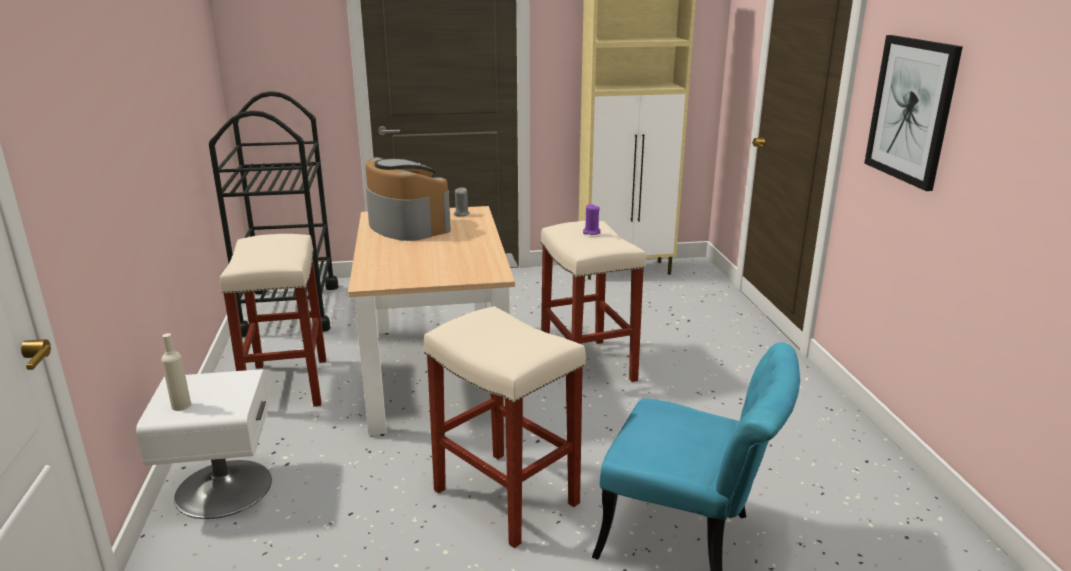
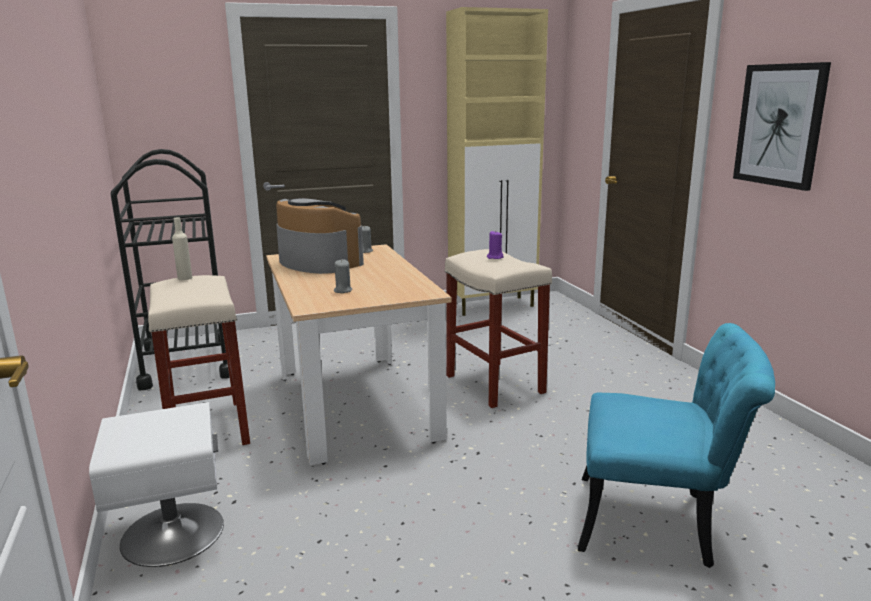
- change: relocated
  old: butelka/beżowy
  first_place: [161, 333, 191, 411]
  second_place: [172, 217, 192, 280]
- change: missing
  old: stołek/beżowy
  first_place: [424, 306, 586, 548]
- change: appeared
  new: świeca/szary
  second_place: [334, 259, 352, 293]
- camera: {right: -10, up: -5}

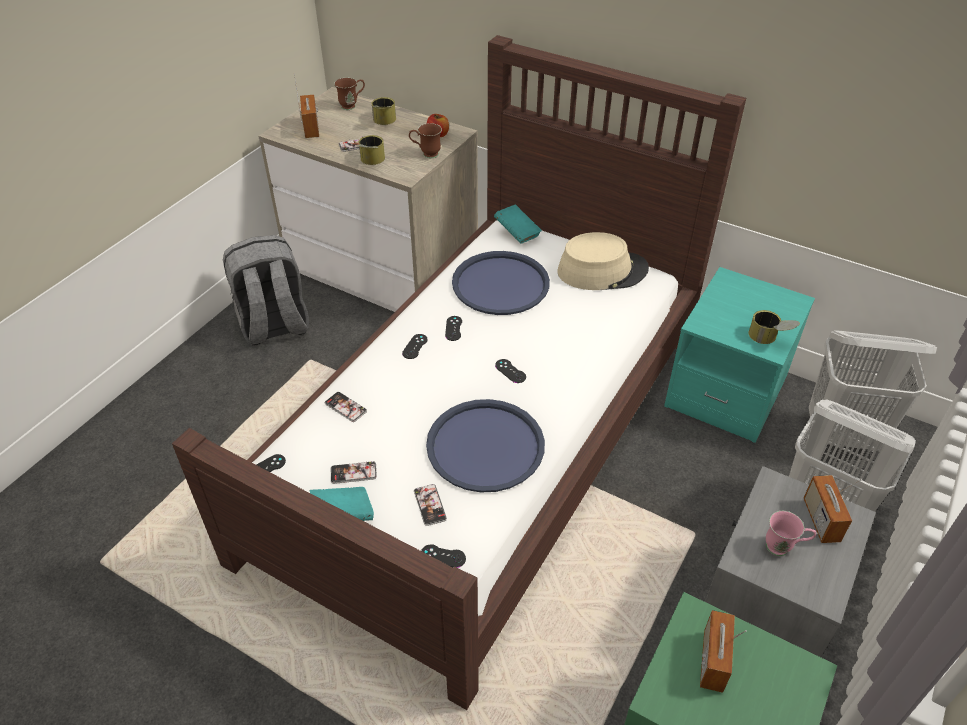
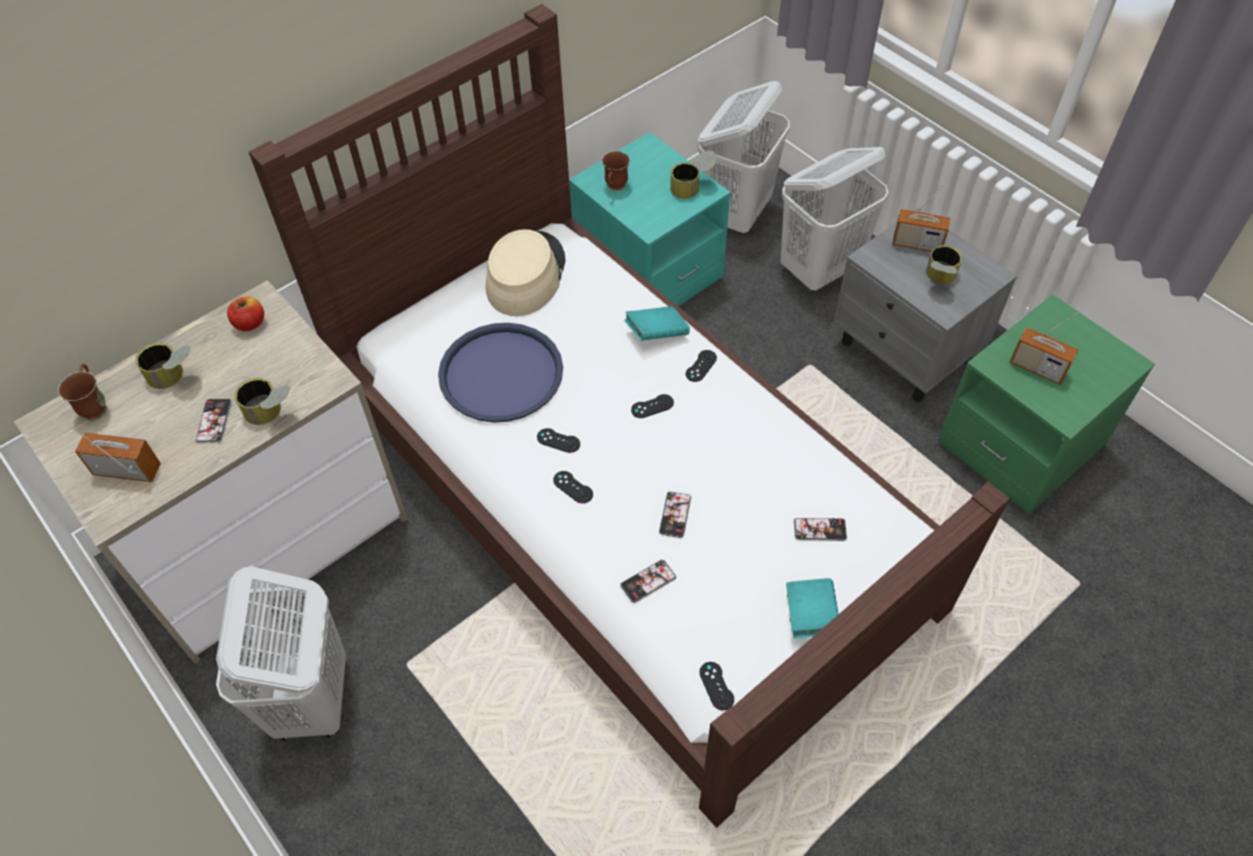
- change: exchanged
  old: plecak/szary
  new: kosz na pranie/biały
  first_place: [223, 235, 309, 345]
  second_place: [216, 567, 346, 741]
- change: relocated
  old: telefon
  first_place: [331, 461, 377, 484]
  second_place: [659, 492, 691, 538]
- change: relocated
  old: kubek/brązowy
  first_place: [409, 123, 442, 158]
  second_place: [602, 151, 630, 191]
- change: relocated
  old: pad do gier/czarny
  first_place: [421, 544, 466, 568]
  second_place: [686, 350, 717, 382]
- change: missing
  old: taca/niebieski
  first_place: [426, 399, 545, 492]
- change: relocated
  old: książka/turkusowy
  first_place: [494, 205, 542, 244]
  second_place: [624, 306, 690, 341]
- change: exchanged
  old: kubek/różowy
  new: puszka
  first_place: [766, 511, 816, 556]
  second_place: [926, 245, 962, 284]
- camera: {right: -70, up: 10}

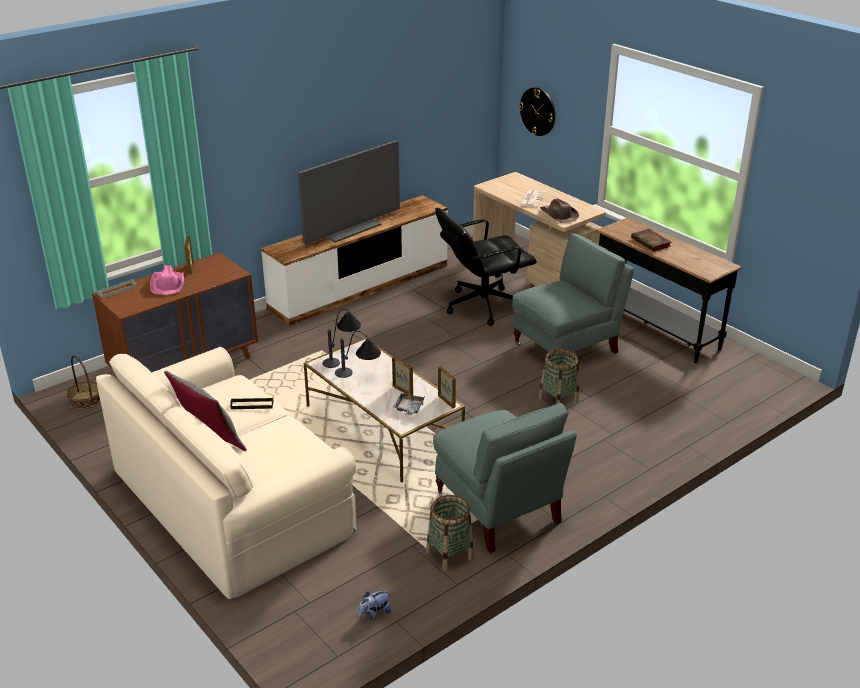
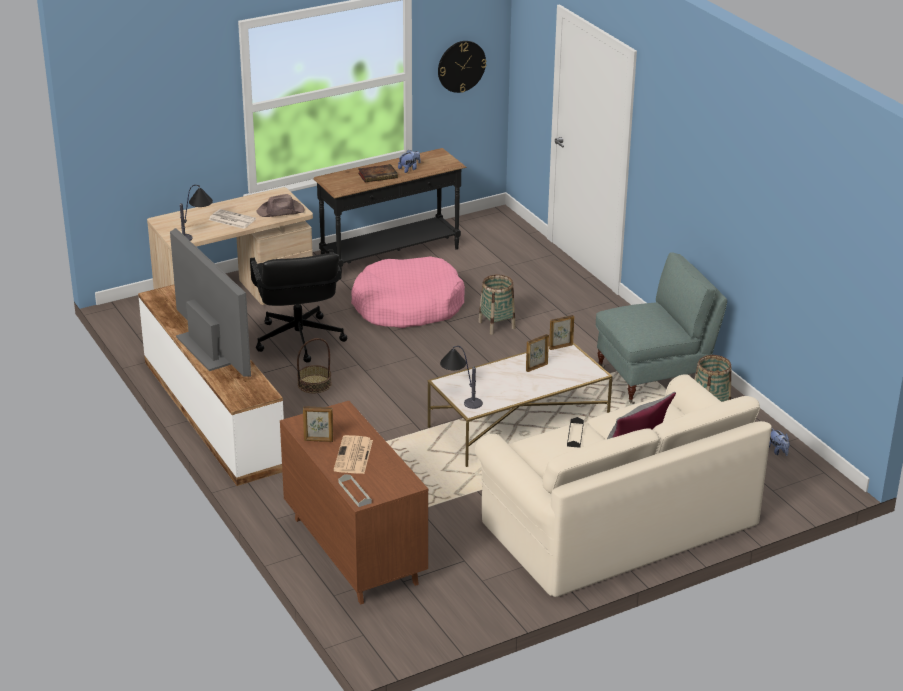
- change: relocated
  old: koszyk
  first_place: [67, 355, 100, 409]
  second_place: [297, 338, 332, 393]
- change: exchanged
  old: kapelusz/różowy
  new: gazeta
  first_place: [150, 265, 184, 295]
  second_place: [333, 435, 373, 474]
- change: relocated
  old: lampa stołowa
  first_place: [335, 331, 381, 378]
  second_place: [180, 185, 213, 241]
- change: missing
  old: taca/szary
  first_place: [393, 393, 425, 416]
- change: exchanged
  old: fotel/szary
  new: legowisko/różowy
  first_place: [512, 233, 634, 354]
  second_place: [351, 256, 465, 328]
- change: relocated
  old: zegar ścienny
  first_place: [519, 87, 555, 136]
  second_place: [438, 41, 486, 93]
- change: appeared
  new: pluszak
  second_place: [398, 150, 420, 173]
- camera: {right: -80, up: 0}

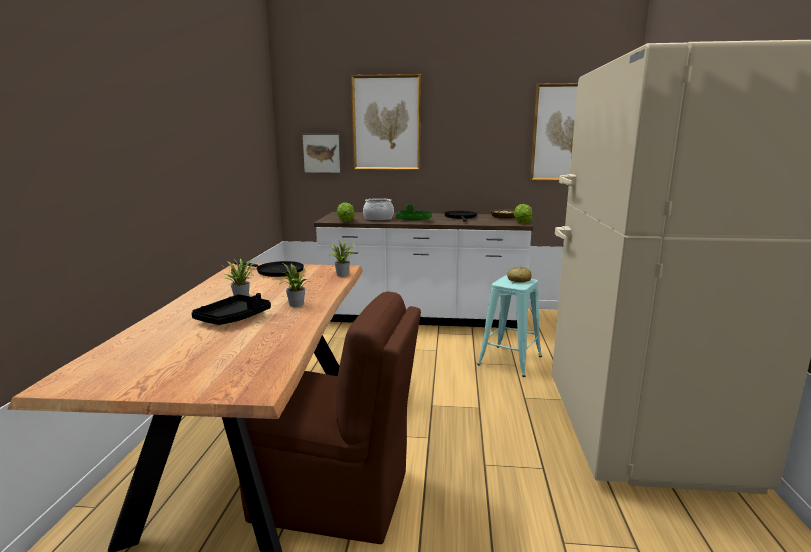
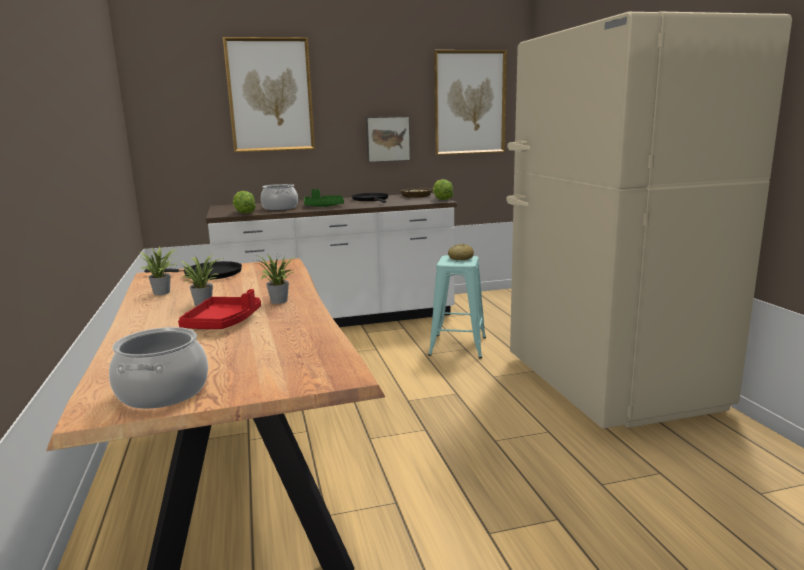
- change: colour
  old: taca/czarny
  new: taca/czerwony
  first_place: [191, 293, 271, 325]
  second_place: [178, 289, 261, 329]
- change: missing
  old: krzesło/brązowy
  first_place: [239, 291, 421, 544]
- change: relocated
  old: obraz
  first_place: [302, 134, 342, 173]
  second_place: [366, 116, 411, 162]
- change: relocated
  old: roślina doniczkowa
  first_place: [330, 240, 355, 277]
  second_place: [140, 246, 177, 295]
- change: appeared
  new: garnek
  second_place: [109, 327, 208, 409]
- camera: {right: -20, up: 0}

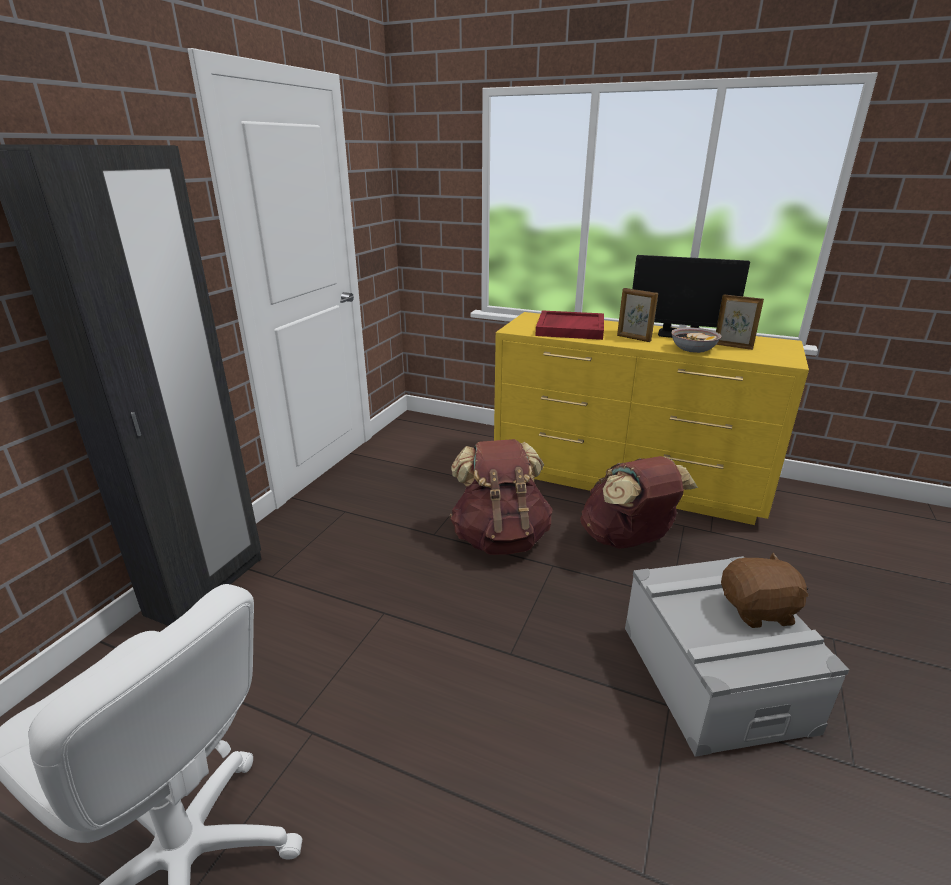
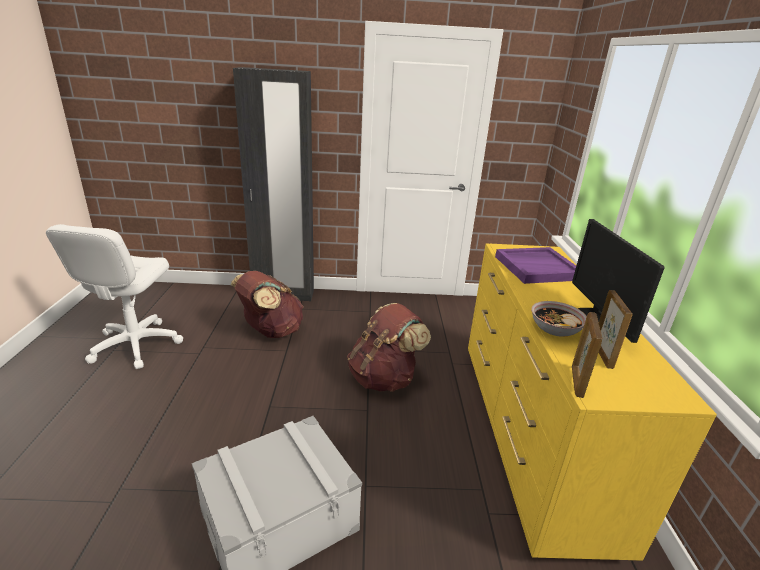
- change: colour
  old: taca/czerwony
  new: taca/fioletowy
  first_place: [535, 310, 604, 340]
  second_place: [495, 247, 576, 284]
- change: relocated
  old: plecak/brązowy
  first_place: [580, 456, 698, 549]
  second_place: [231, 271, 304, 338]
- change: relocated
  old: ramka na zdjęcie
  first_place: [617, 288, 658, 342]
  second_place: [572, 312, 603, 398]
- change: missing
  old: pluszak/brązowy
  first_place: [721, 553, 809, 628]
- camera: {right: 65, up: 0}

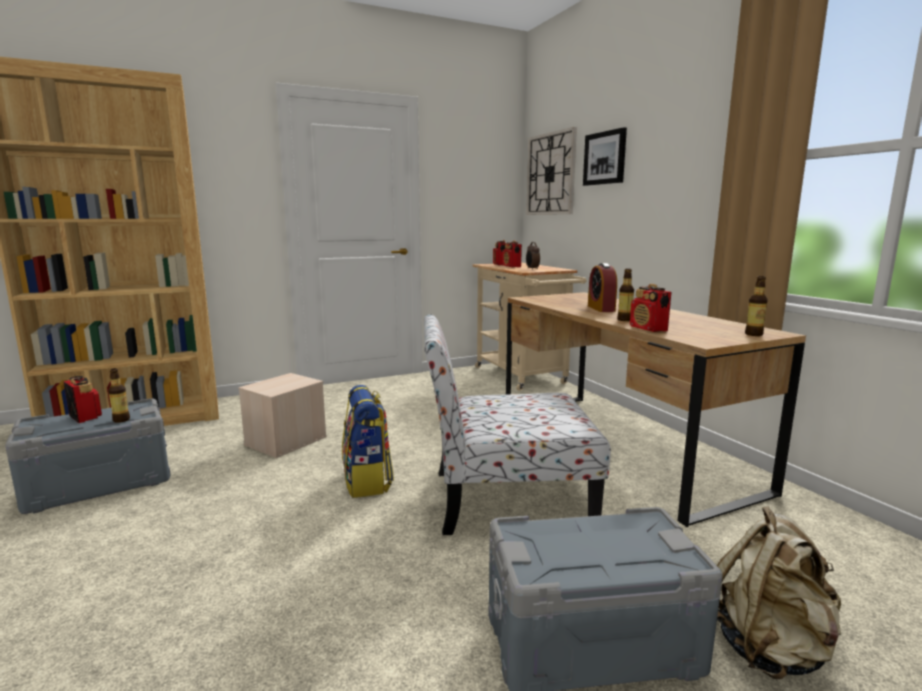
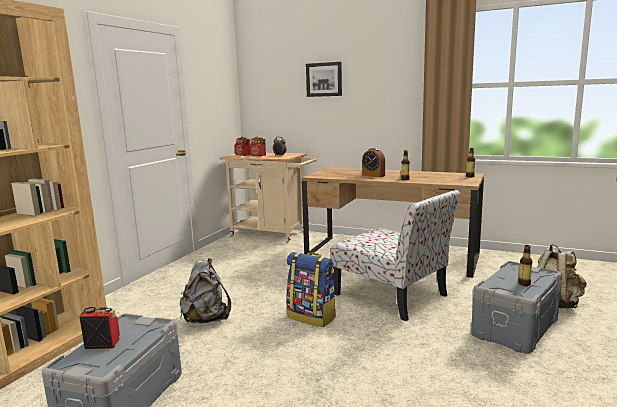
- change: relocated
  old: butelka
  first_place: [108, 368, 130, 423]
  second_place: [518, 245, 533, 286]
- change: exchanged
  old: pojemnik do przechowywania/beżowy
  new: plecak/szary
  first_place: [238, 373, 327, 458]
  second_place: [180, 258, 231, 323]
- change: spun
  old: krzesło
  first_place: [424, 314, 611, 535]
  second_place: [330, 190, 460, 321]
  degrees: -90
- change: missing
  old: zegar ścienny
  first_place: [526, 127, 577, 215]
- change: missing
  old: radio
  first_place: [630, 284, 671, 332]
- camera: {right: -40, up: 0}

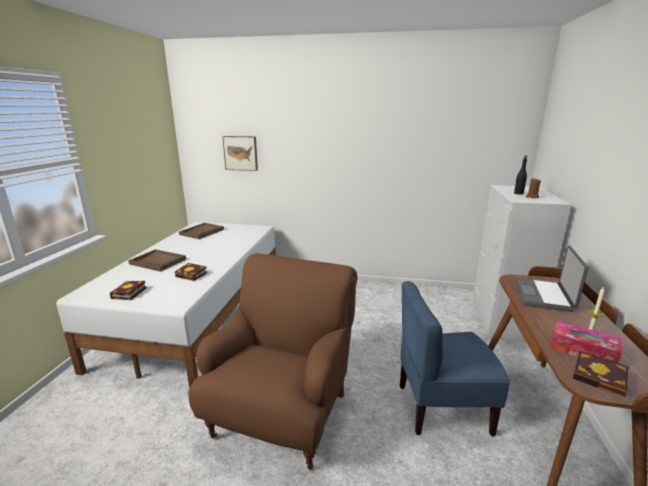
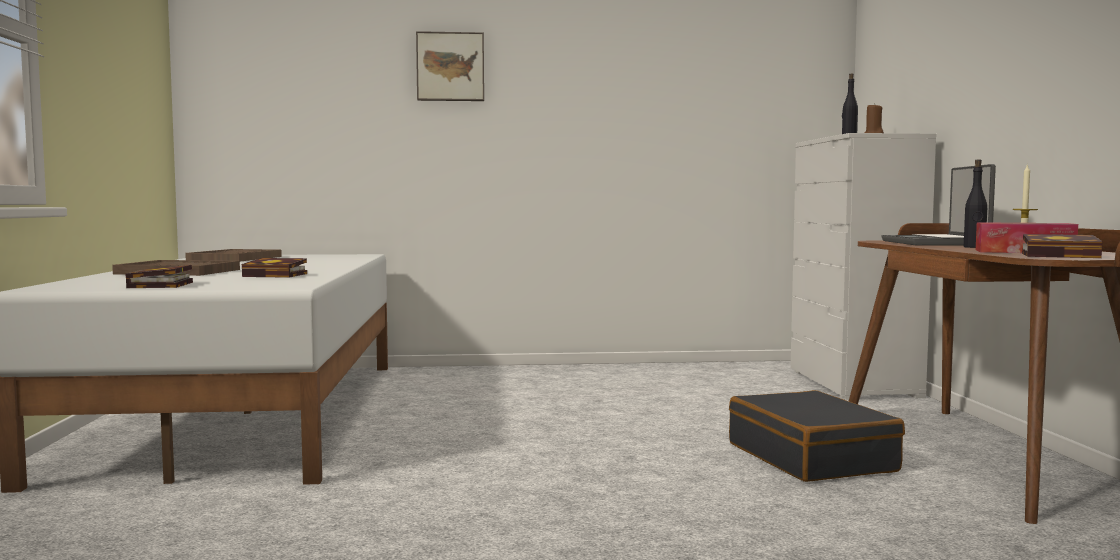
- change: missing
  old: fotel/brązowy
  first_place: [188, 253, 357, 470]
- change: relocated
  old: obraz
  first_place: [222, 136, 258, 171]
  second_place: [416, 31, 484, 101]
- change: exchanged
  old: krzesło/niebieski
  new: walizka/czarny
  first_place: [400, 281, 510, 436]
  second_place: [729, 390, 905, 482]
- change: appeared
  new: butelka/czarny
  second_place: [964, 159, 987, 248]
- camera: {right: -15, up: -15}

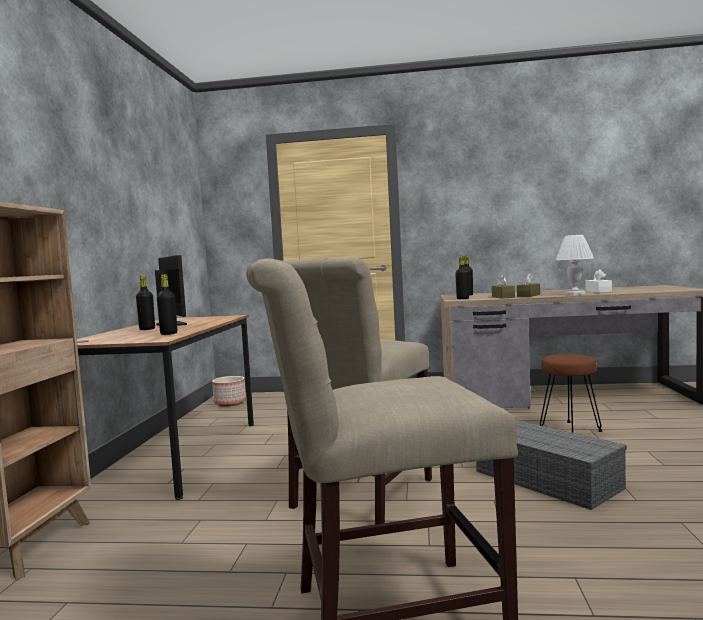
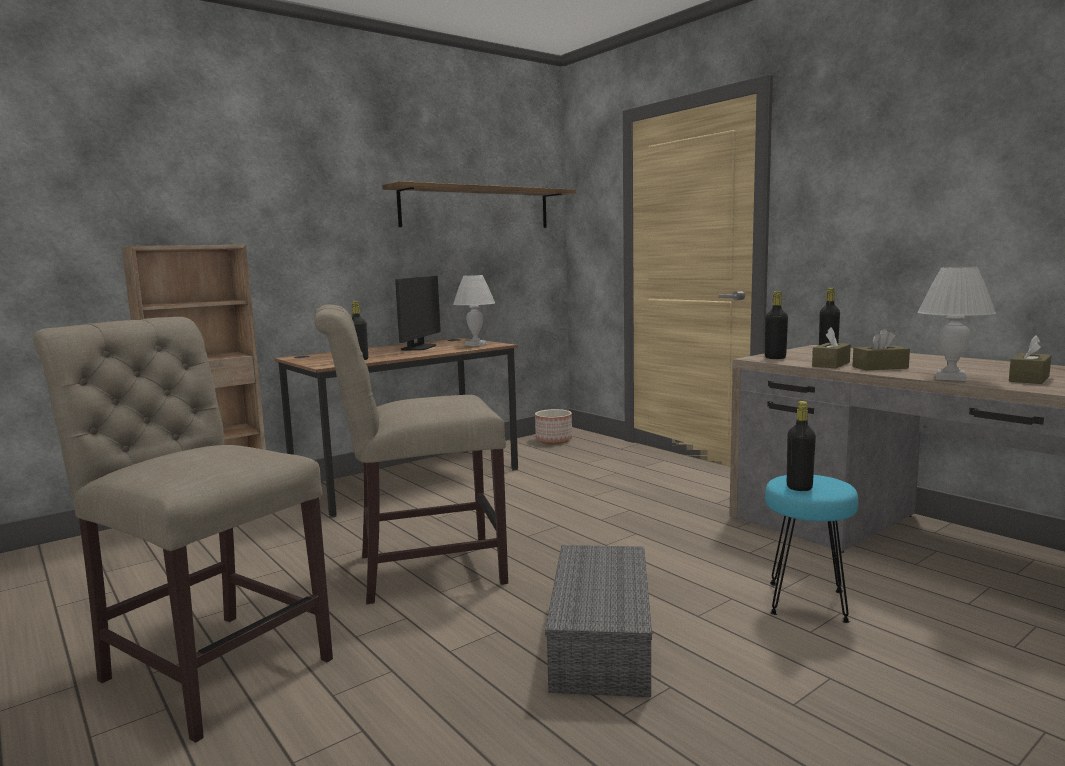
- change: relocated
  old: butelka/czarny
  first_place: [136, 275, 155, 330]
  second_place: [787, 401, 816, 491]
- change: colour
  old: stołek/brązowy
  new: stołek/turkusowy
  first_place: [540, 354, 602, 433]
  second_place: [765, 475, 858, 623]
- change: colour
  old: pudełko chusteczek/biały
  new: pudełko chusteczek/brązowy
  first_place: [585, 269, 612, 293]
  second_place: [1009, 335, 1052, 384]
- change: appeared
  new: półka
  second_place: [382, 181, 576, 228]
- change: appeared
  new: lampa stołowa/biały
  second_place: [453, 275, 495, 346]
- camera: {right: 45, up: 5}

